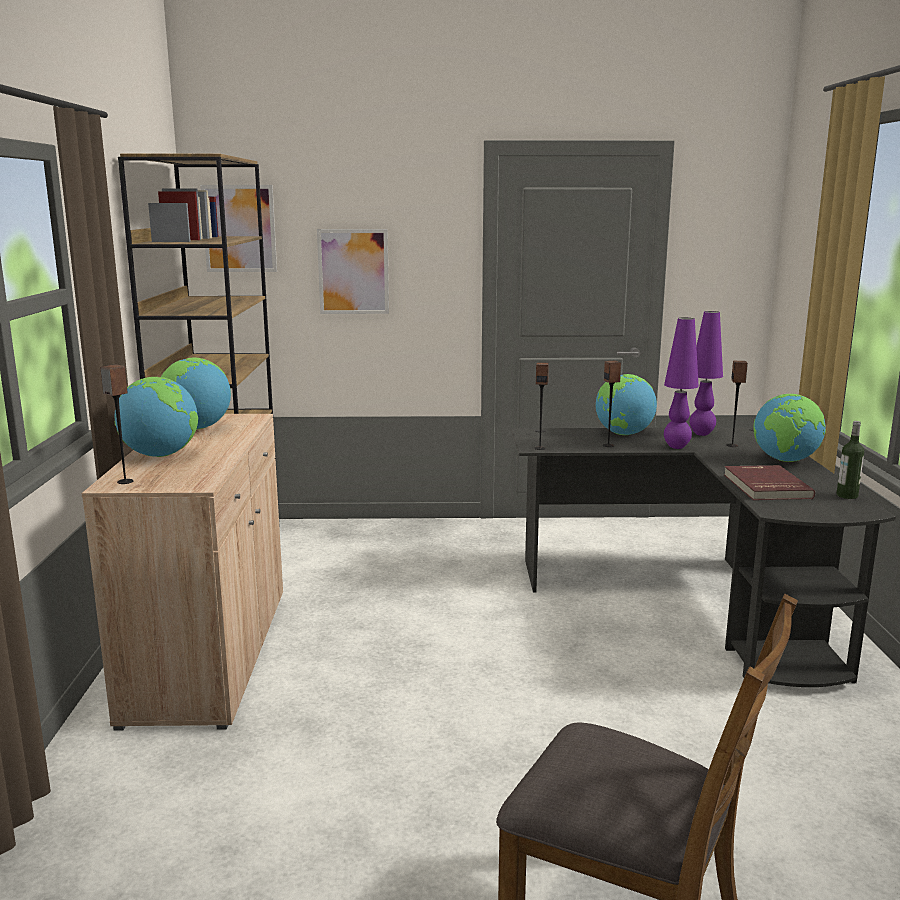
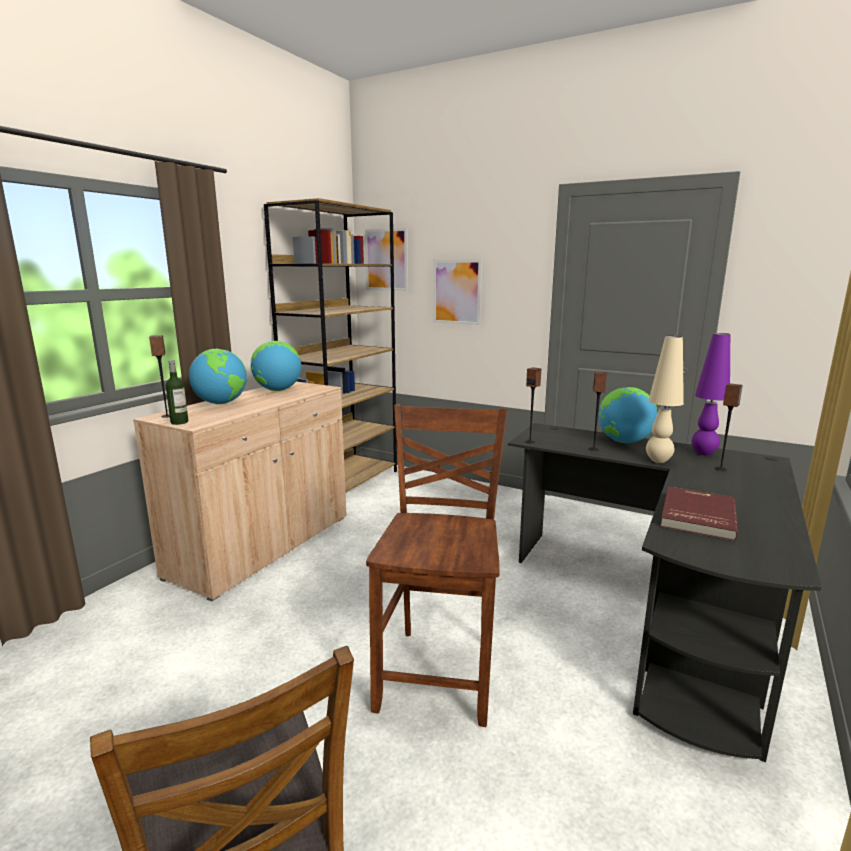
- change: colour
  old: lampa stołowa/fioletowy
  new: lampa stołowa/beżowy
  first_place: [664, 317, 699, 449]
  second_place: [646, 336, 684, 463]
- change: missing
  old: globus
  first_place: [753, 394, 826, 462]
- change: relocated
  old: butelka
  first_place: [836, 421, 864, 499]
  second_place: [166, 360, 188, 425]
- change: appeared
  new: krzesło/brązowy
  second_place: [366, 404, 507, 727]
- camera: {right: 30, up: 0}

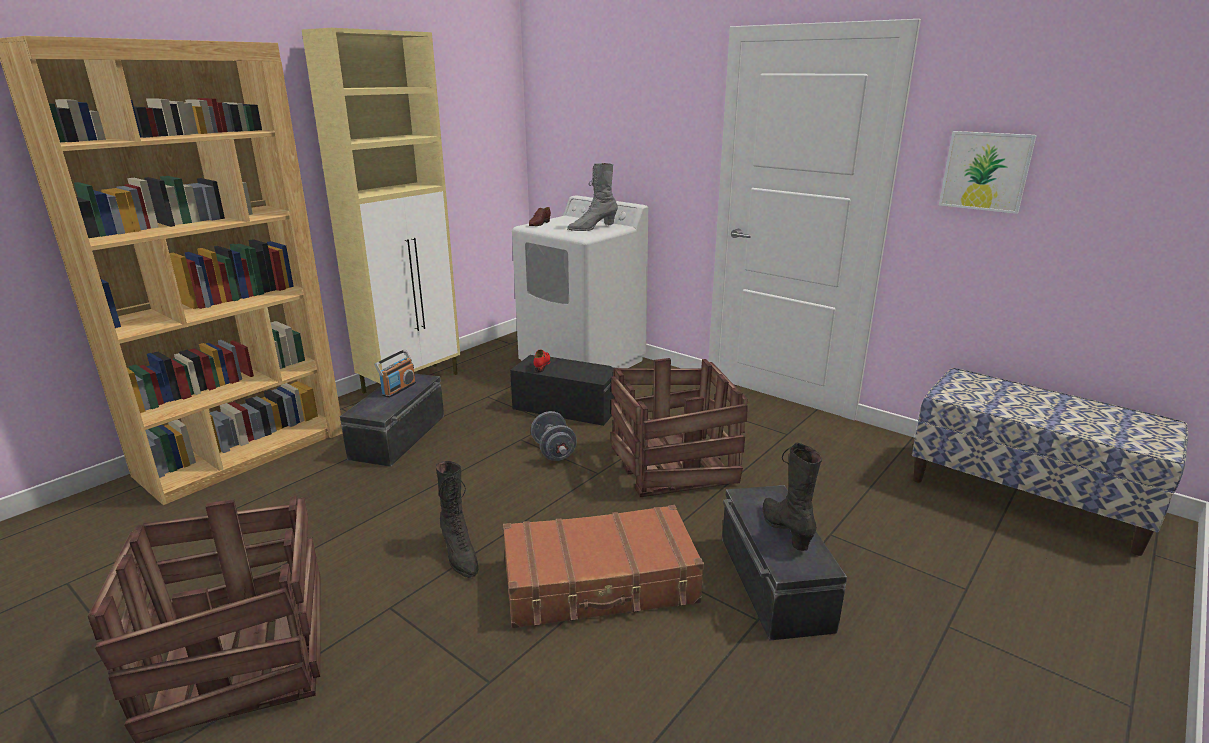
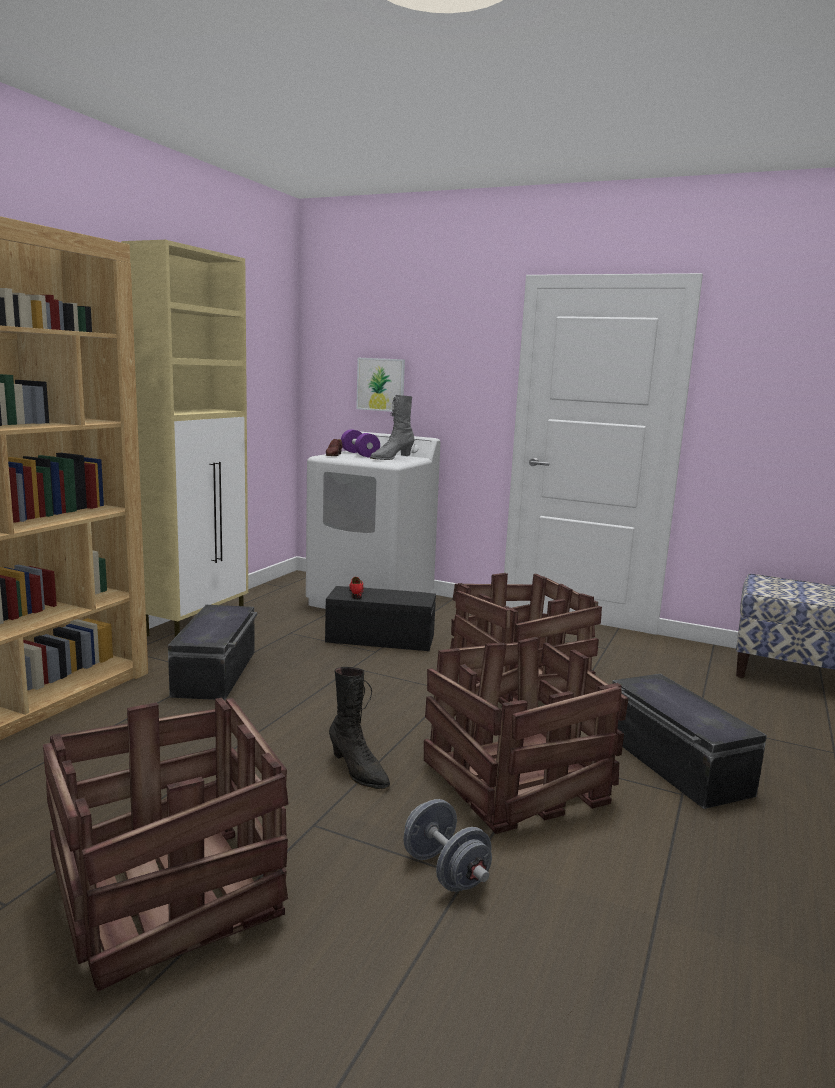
- change: missing
  old: radio
  first_place: [374, 349, 416, 398]
- change: exchanged
  old: walizka/brązowy
  new: skrzynka
  first_place: [503, 505, 704, 628]
  second_place: [424, 637, 629, 834]
- change: relocated
  old: hantel/szary
  first_place: [531, 411, 577, 461]
  second_place: [403, 799, 492, 892]
- change: missing
  old: but z cholewką/czarny
  first_place: [763, 442, 822, 551]
- change: relocated
  old: obraz
  first_place: [939, 131, 1037, 214]
  second_place: [356, 358, 405, 412]
- change: appeared
  new: hantel/fioletowy
  second_place: [341, 429, 380, 457]
- camera: {right: -15, up: -10}

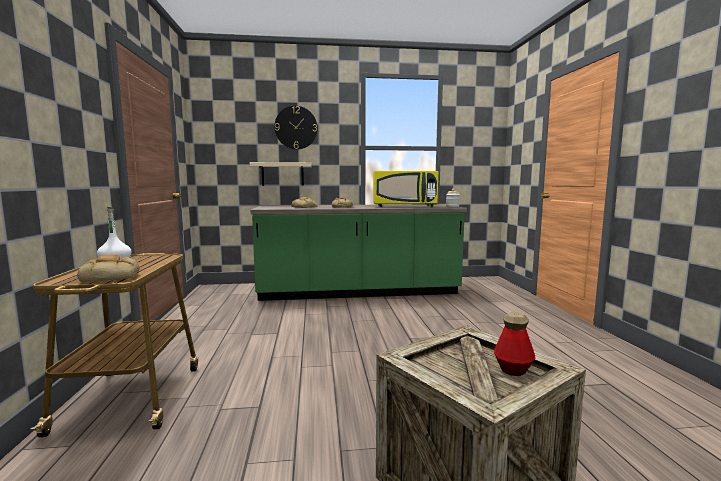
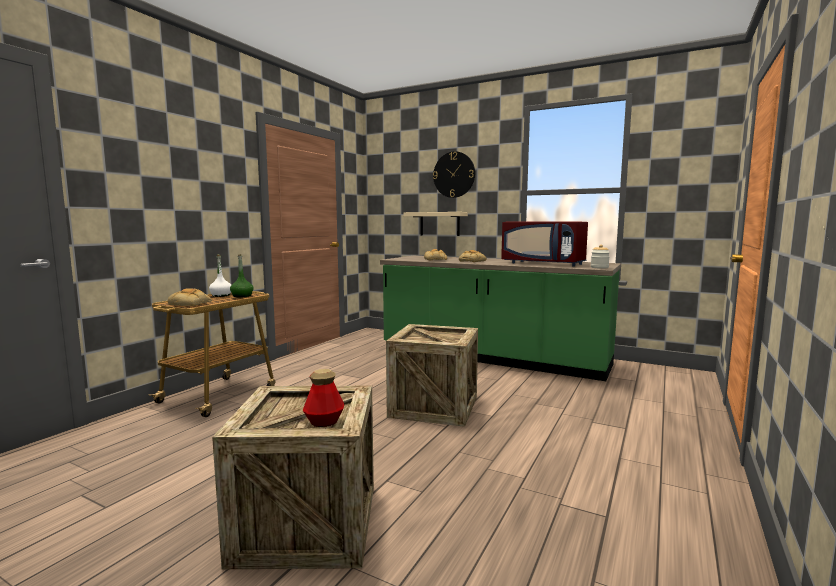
- change: colour
  old: mikrofalówka/żółty
  new: mikrofalówka/czerwony
  first_place: [373, 171, 438, 207]
  second_place: [501, 221, 588, 266]
- change: appeared
  new: butelka/zielony
  second_place: [230, 254, 254, 297]
- change: appeared
  new: skrzynka
  second_place: [386, 324, 478, 427]
- camera: {right: 35, up: 0}

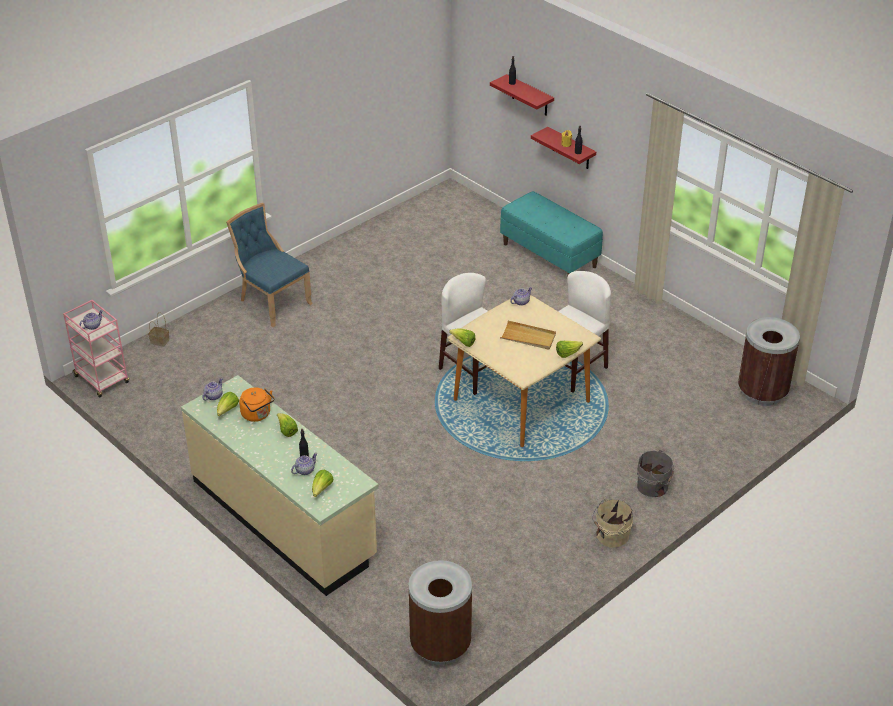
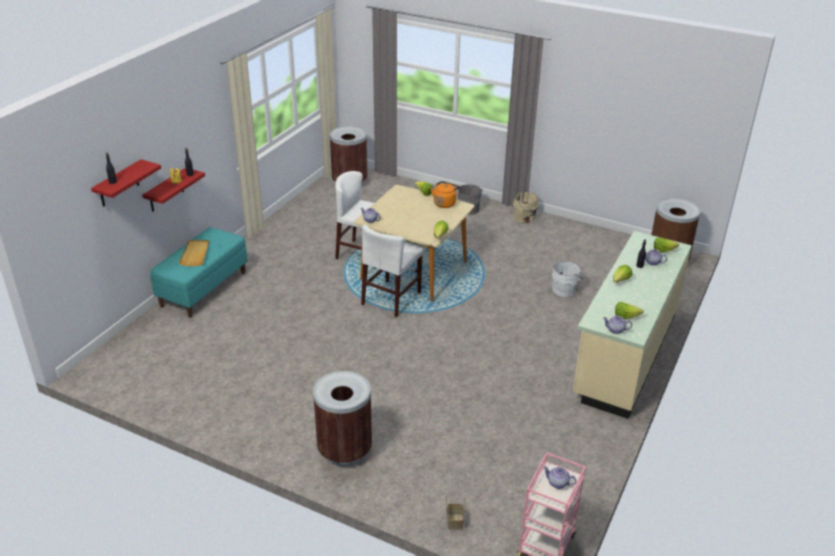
- change: exchanged
  old: krzesło/niebieski
  new: kosz na śmieci/brązowy
  first_place: [226, 203, 313, 327]
  second_place: [313, 371, 372, 467]
- change: relocated
  old: czajnik/pomarańczowy
  first_place: [239, 387, 274, 422]
  second_place: [431, 181, 460, 208]
- change: relocated
  old: taca/beżowy
  first_place: [500, 321, 556, 350]
  second_place: [179, 240, 209, 266]
- change: appeared
  new: wiadro/biały
  second_place: [552, 261, 583, 297]
- camera: {right: -110, up: -5}

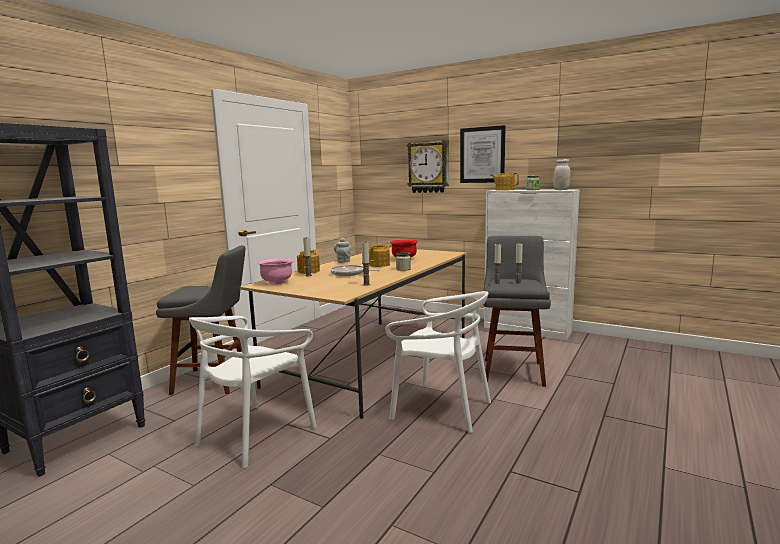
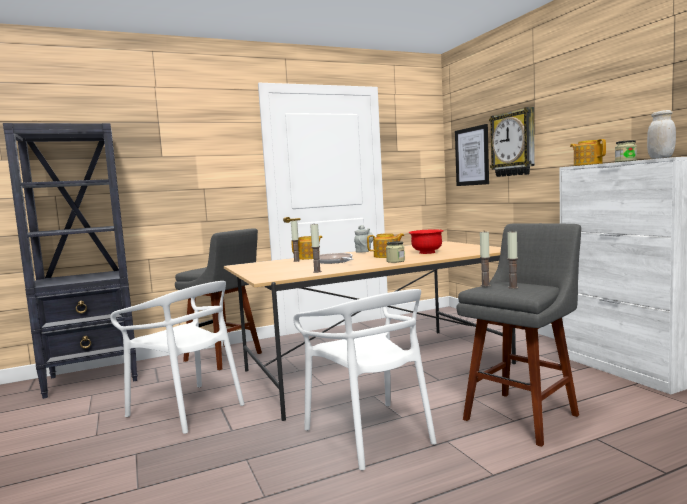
- change: spun
  old: krzesło/biały
  first_place: [189, 316, 317, 468]
  second_place: [110, 281, 245, 434]
  degrees: -120
- change: missing
  old: miska/różowy
  first_place: [257, 258, 294, 285]
- change: relocated
  old: obraz
  first_place: [460, 125, 506, 183]
  second_place: [455, 124, 489, 186]
- camera: {right: 35, up: -5}

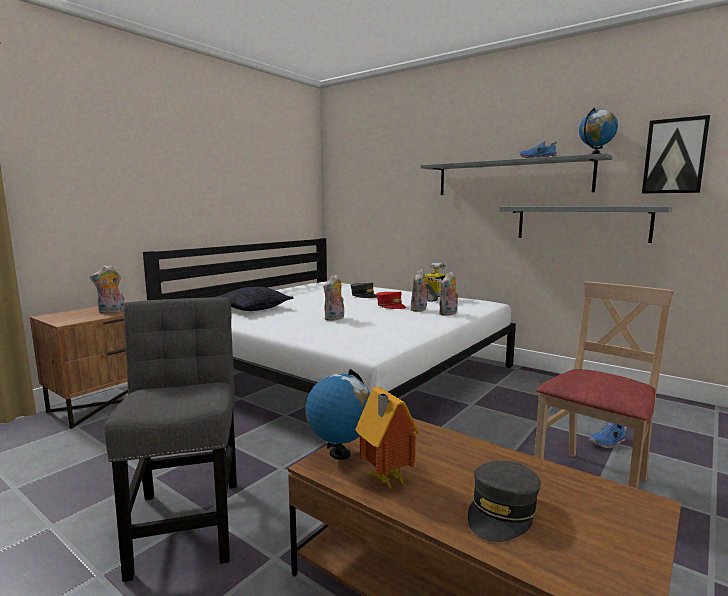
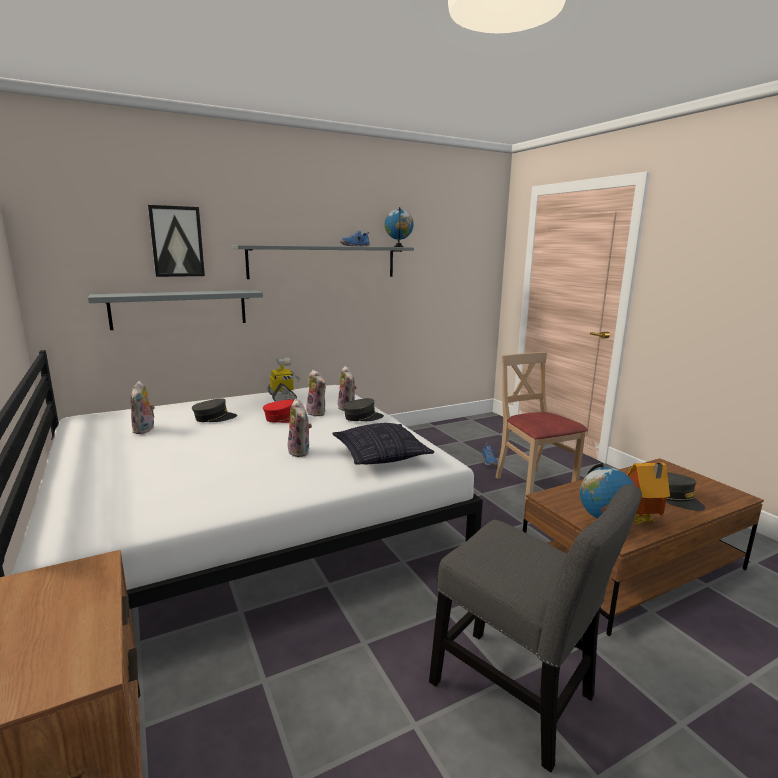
- change: relocated
  old: pluszak
  first_place: [90, 265, 125, 314]
  second_place: [130, 381, 155, 434]
- change: spun
  old: krzesło/szary
  first_place: [104, 297, 237, 582]
  second_place: [429, 484, 642, 773]
  degrees: -150
- change: relocated
  old: poduszka
  first_place: [212, 287, 293, 311]
  second_place: [332, 423, 435, 465]
- change: relocated
  old: półka/szary
  first_place: [499, 206, 672, 243]
  second_place: [88, 290, 263, 330]
- change: relocated
  old: obraz
  first_place: [642, 115, 710, 194]
  second_place: [148, 205, 205, 277]
- change: appeared
  new: czapka z daszkiem/szary
  second_place: [343, 398, 384, 421]
- camera: {right: -65, up: 5}

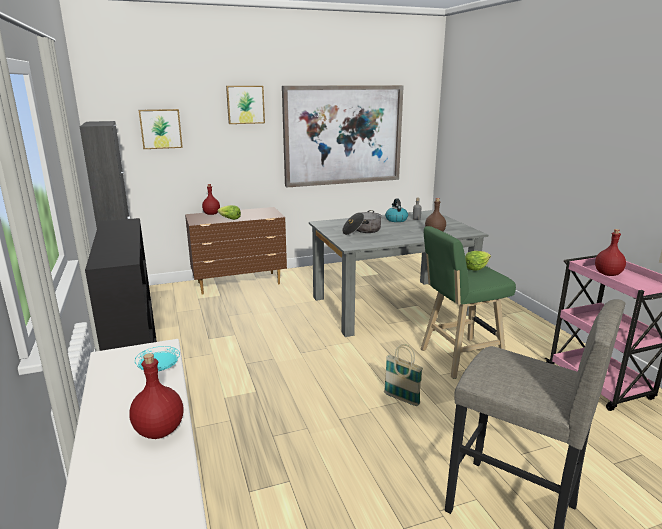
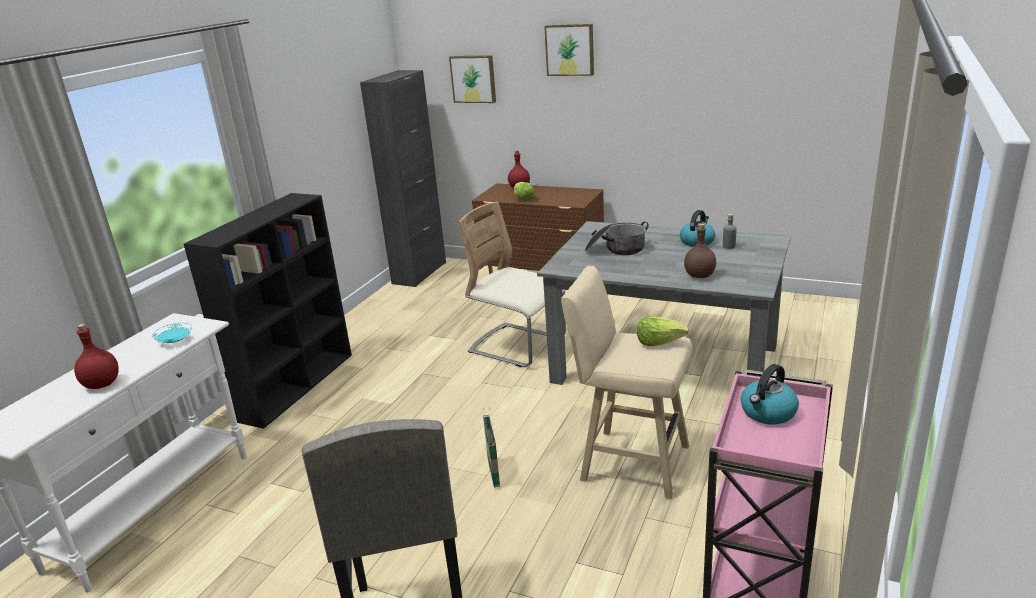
- change: missing
  old: obraz
  first_place: [282, 85, 404, 187]
- change: colour
  old: stołek/zielony
  new: stołek/beżowy
  first_place: [421, 226, 516, 379]
  second_place: [561, 266, 693, 499]
- change: exchanged
  old: butelka/czerwony
  new: czajnik
  first_place: [595, 229, 626, 276]
  second_place: [740, 364, 799, 424]
- change: appeared
  new: krzesło/beżowy
  second_place: [459, 202, 566, 367]
- camera: {right: 45, up: 5}

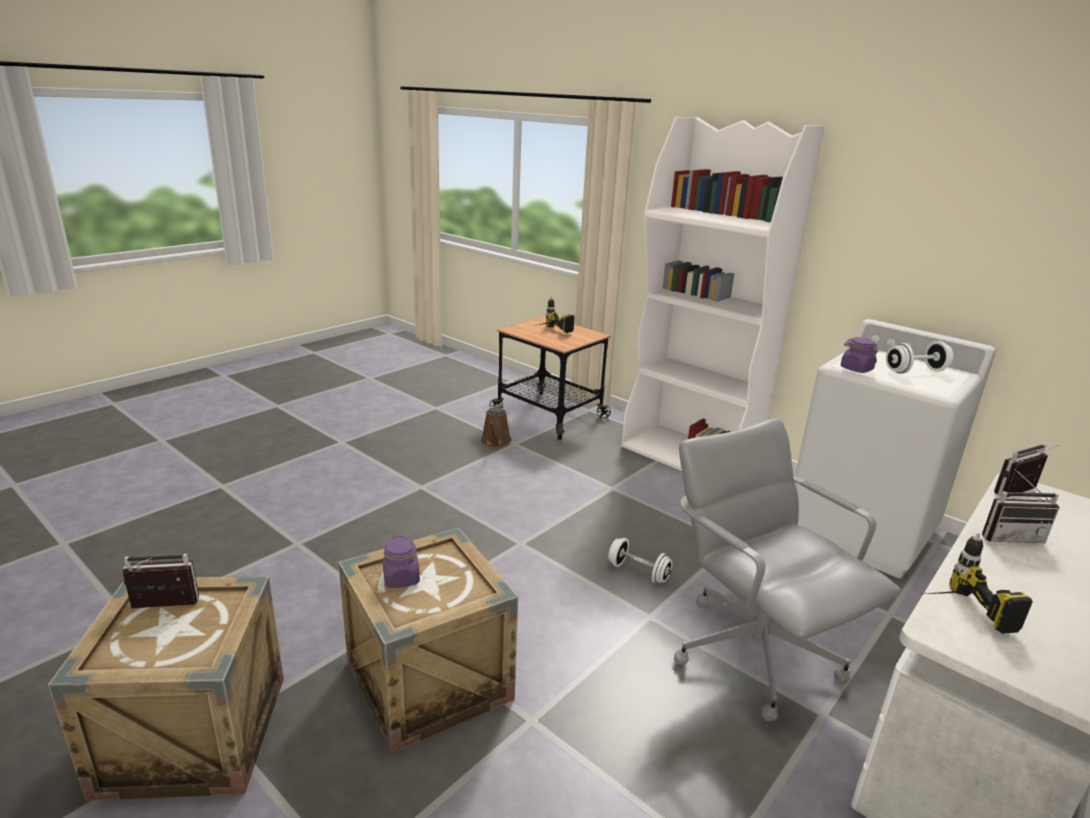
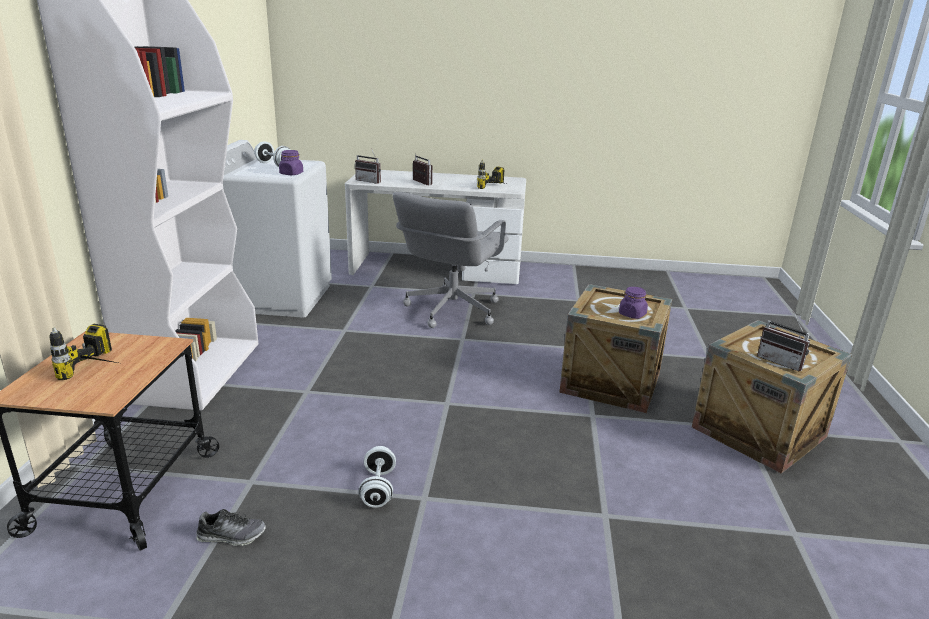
- change: missing
  old: konewka/brązowy
  first_place: [481, 404, 512, 447]
- change: relocated
  old: hantel/biały
  first_place: [608, 538, 672, 583]
  second_place: [359, 446, 396, 508]
- change: appeared
  new: but
  second_place: [196, 509, 266, 546]
- camera: {right: -125, up: 0}

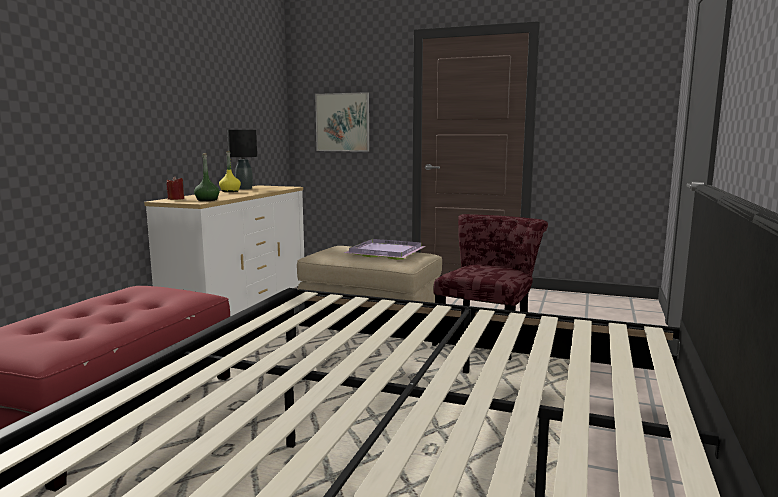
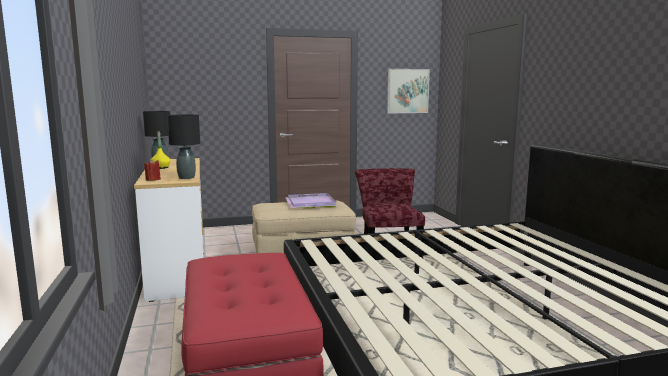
- change: exchanged
  old: butelka/zielony
  new: lampa stołowa/czarny
  first_place: [194, 153, 220, 201]
  second_place: [167, 114, 200, 179]
- change: relocated
  old: obraz
  first_place: [315, 92, 369, 152]
  second_place: [387, 69, 430, 113]
- camera: {right: -35, up: 0}

